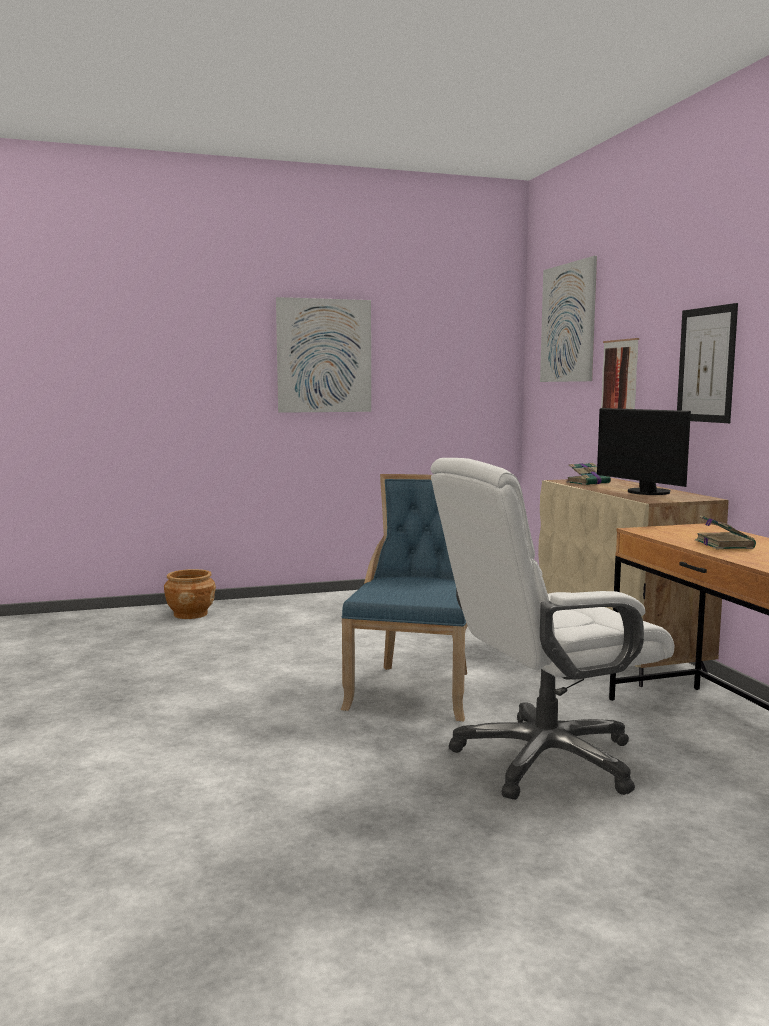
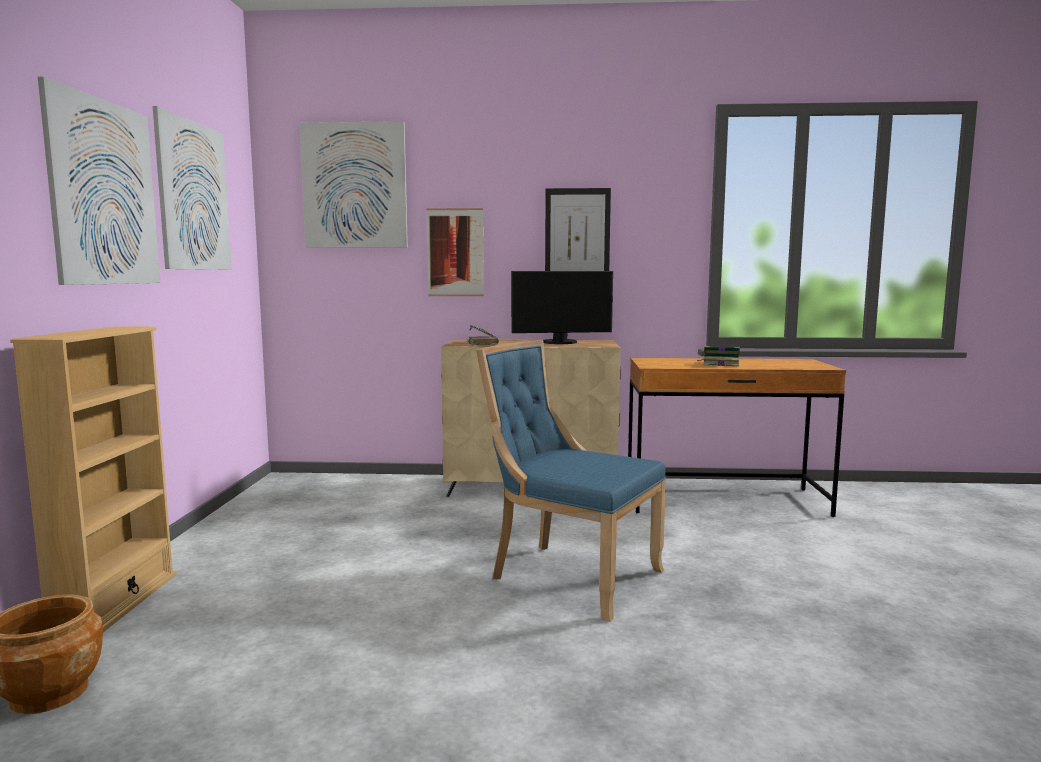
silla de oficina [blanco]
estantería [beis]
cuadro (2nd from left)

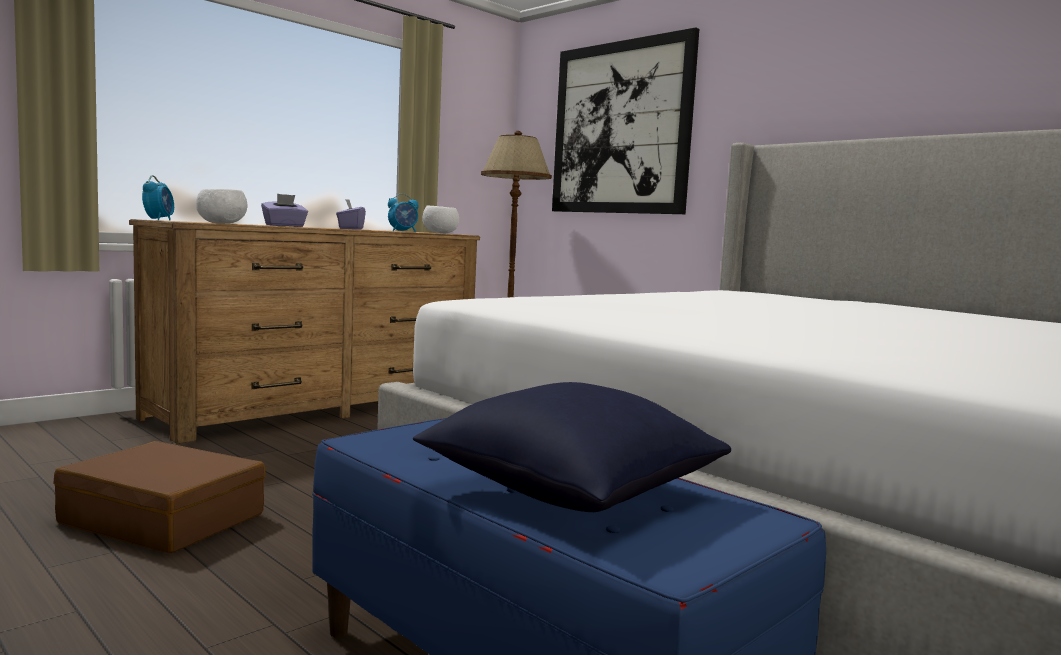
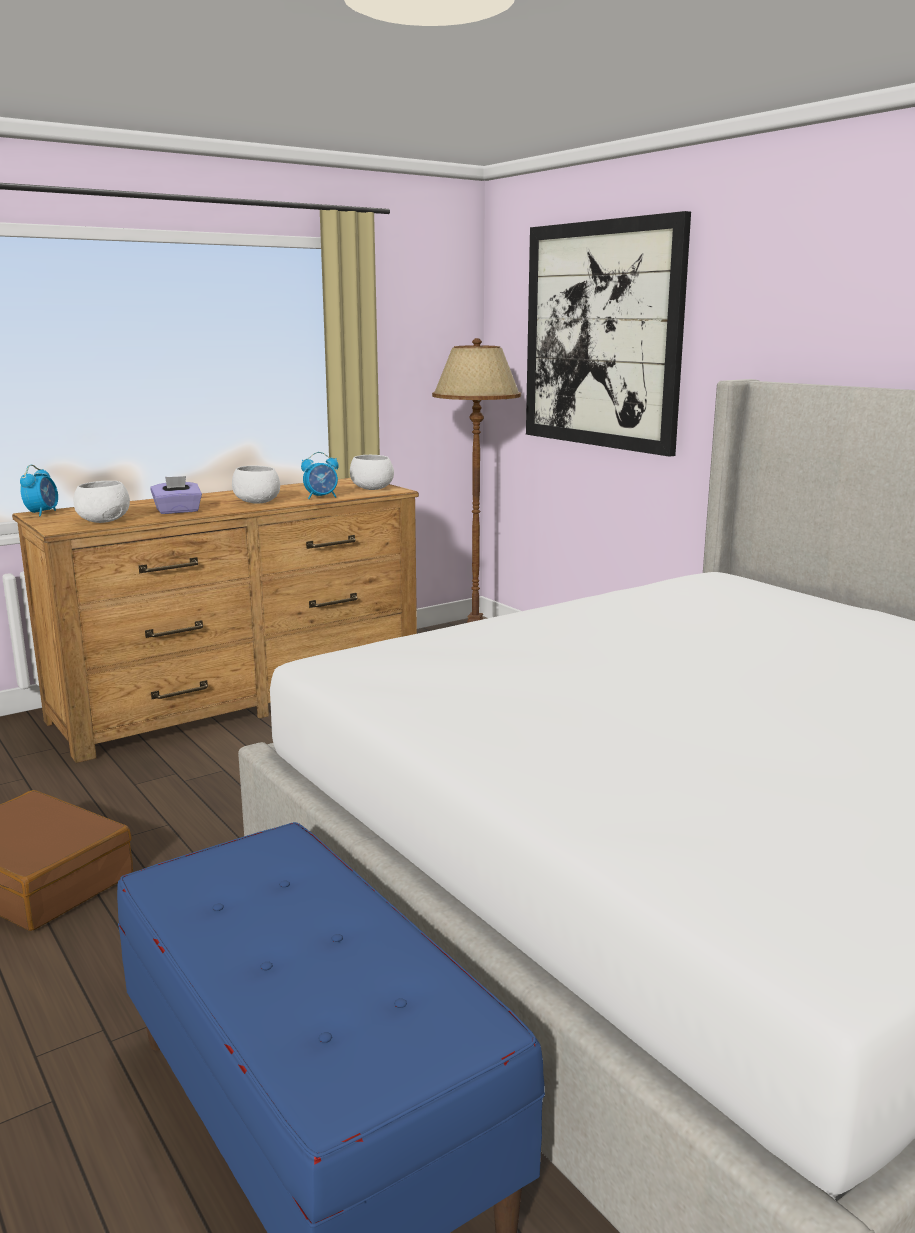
cojín [azul]
cuenco [blanco] (2nd from left)

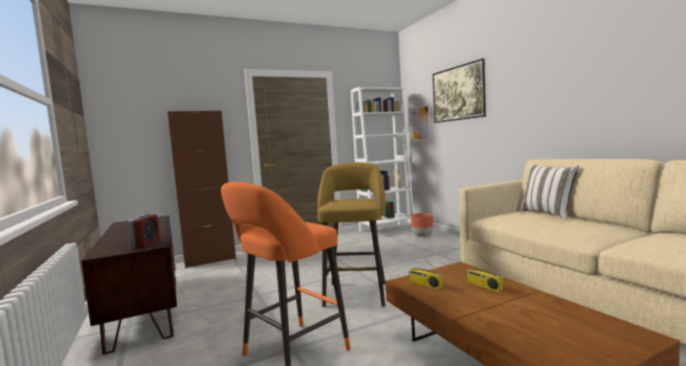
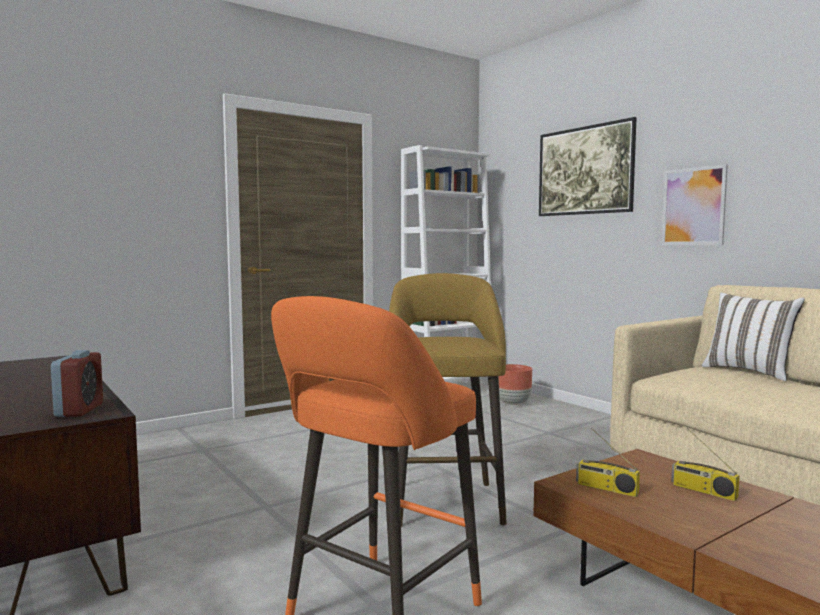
armario [marrón]
cuadro (2nd from left)

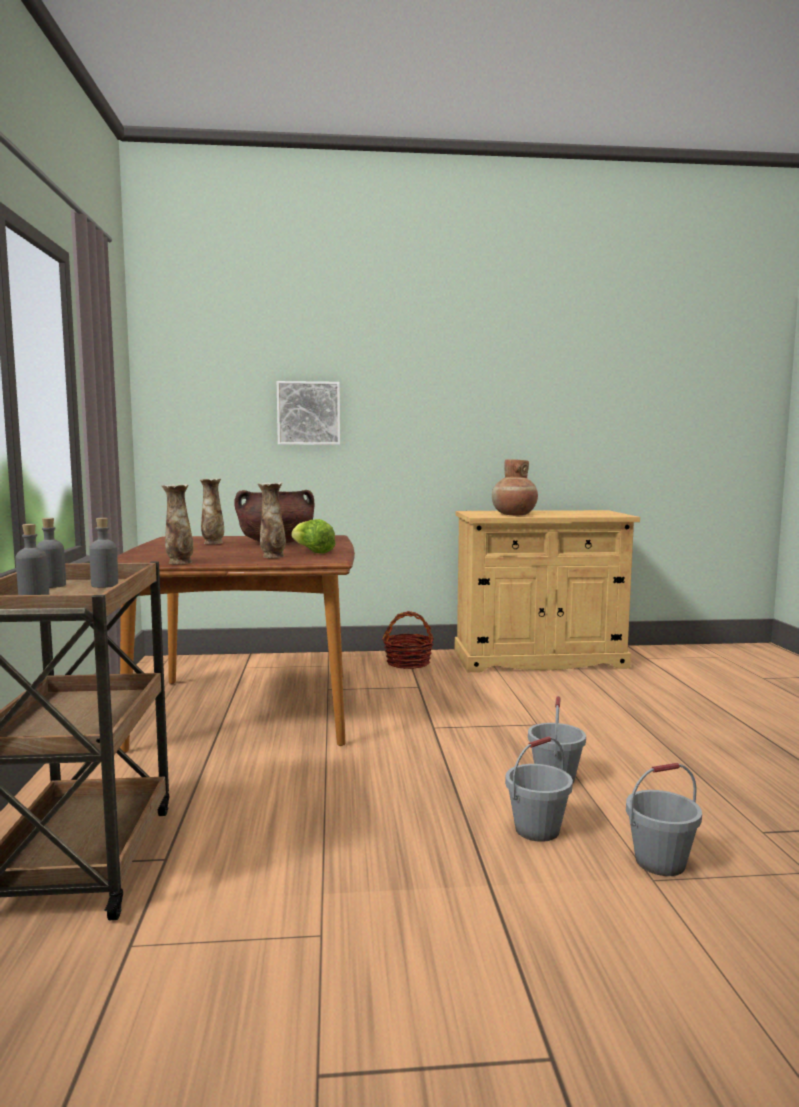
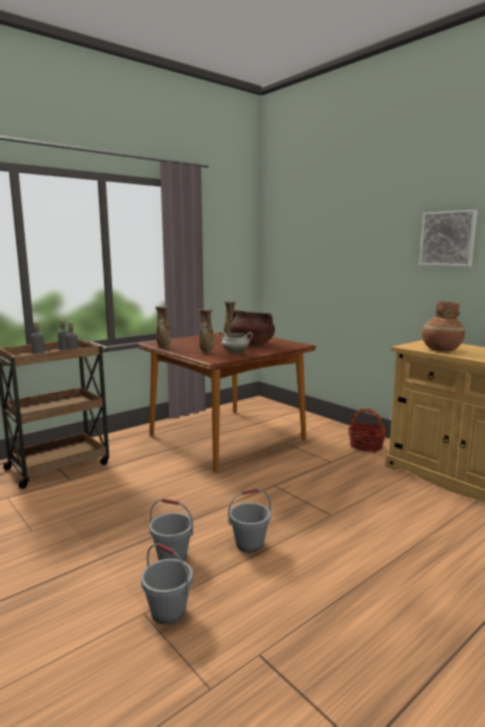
cuadro
olla [blanco]

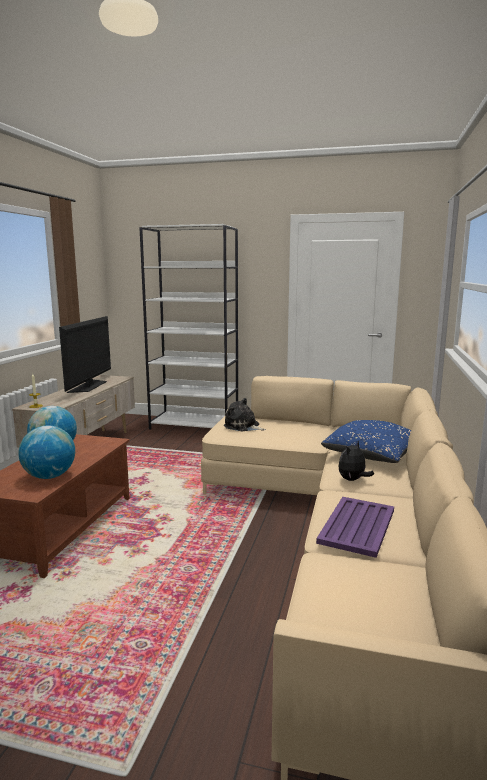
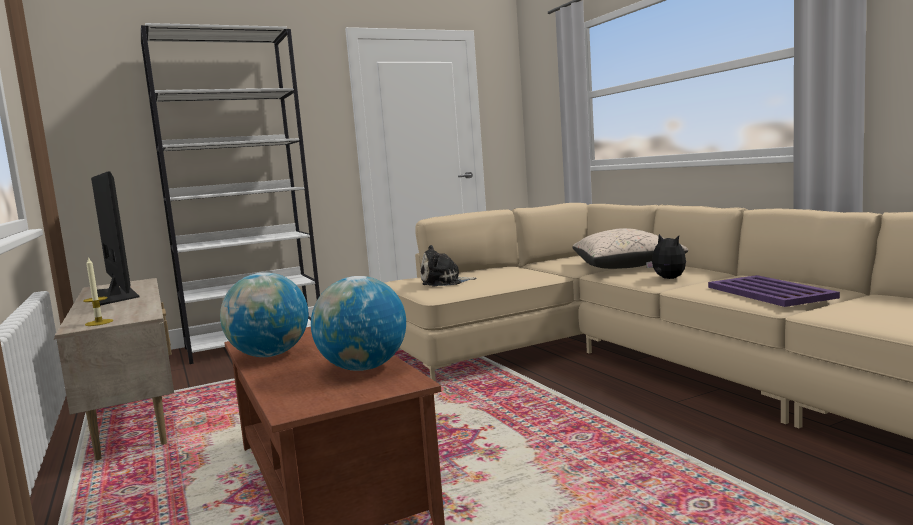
cojín [beis]
peluche (2nd from left)

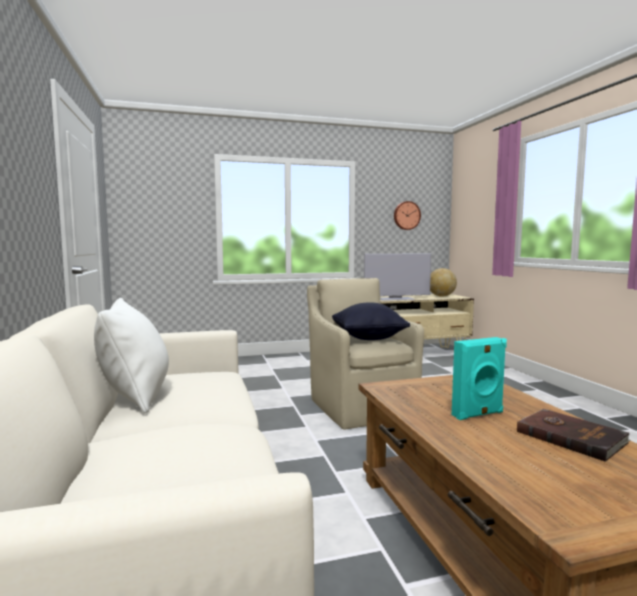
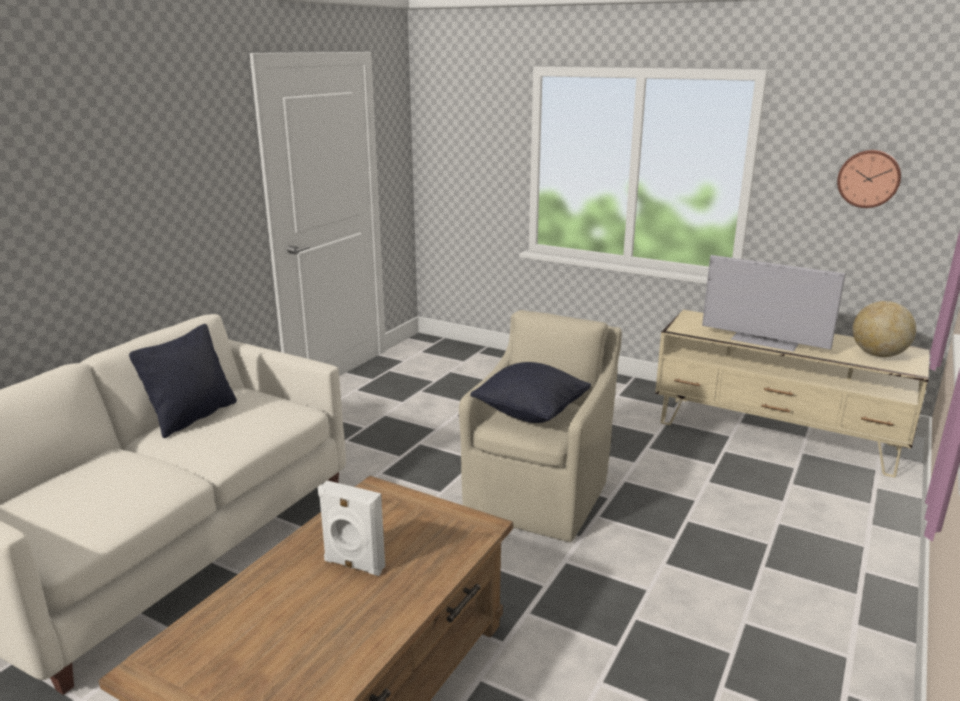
libro [marrón]
cojín [negro] (1st from left)
altavoz [blanco]

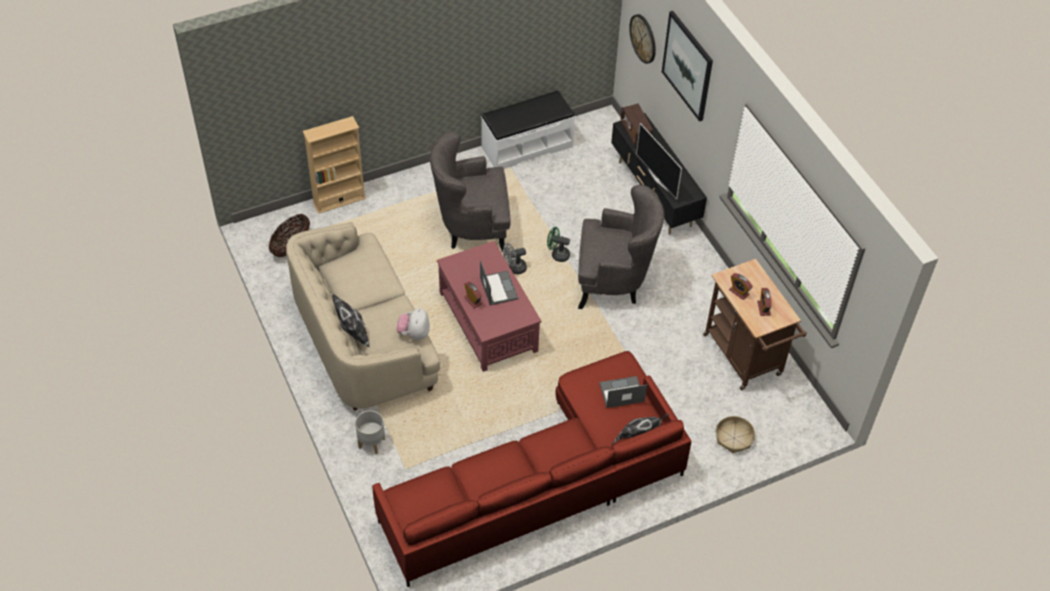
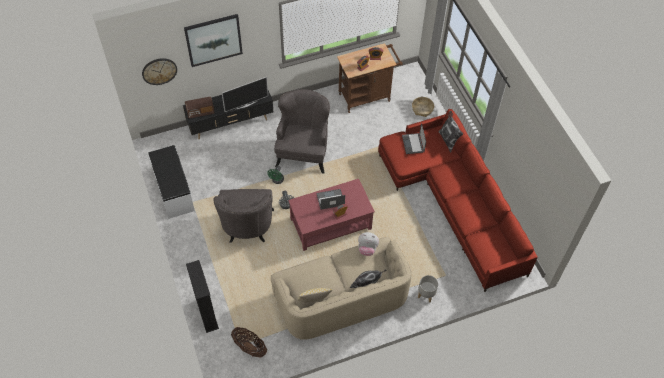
cojín (1st from left)
estantería [negro]

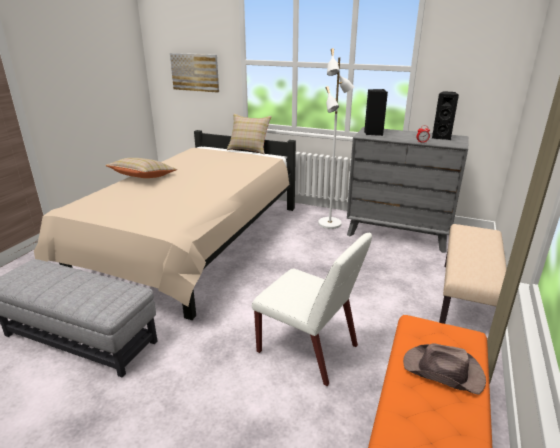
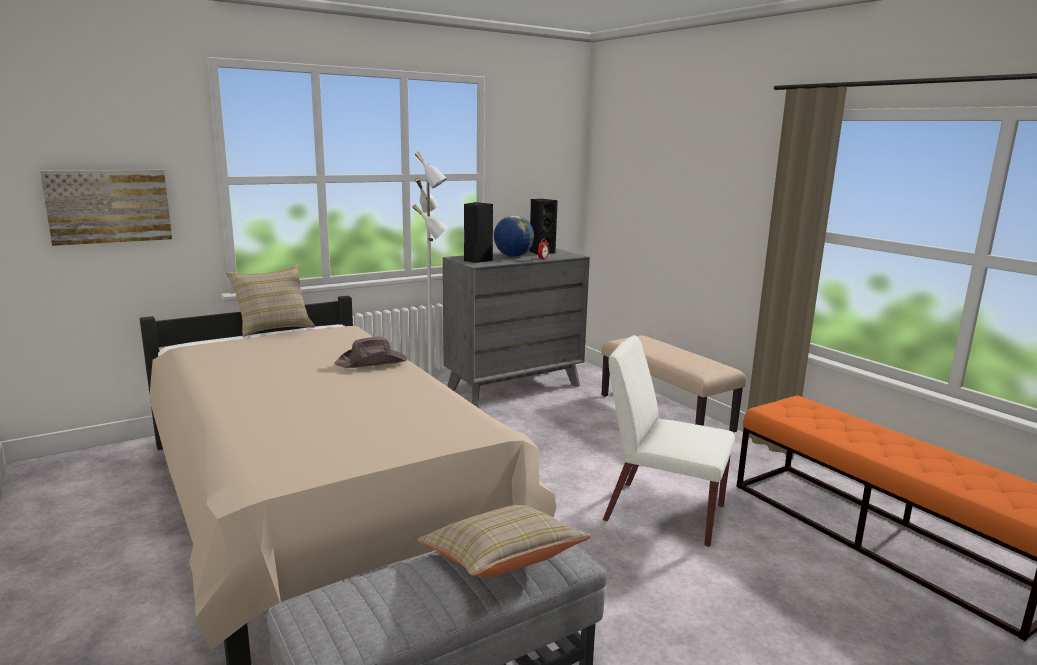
globo terráqueo
cojín [beis] (2nd from left)
sombrero [marrón]
silla [blanco]

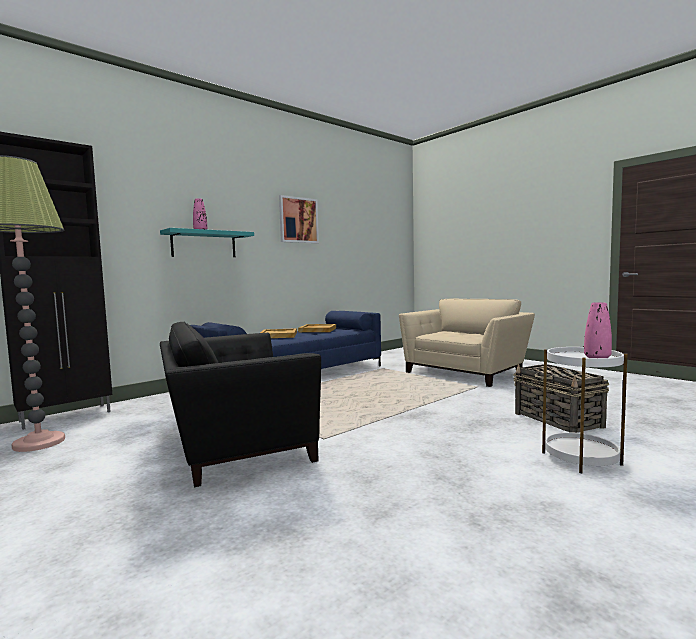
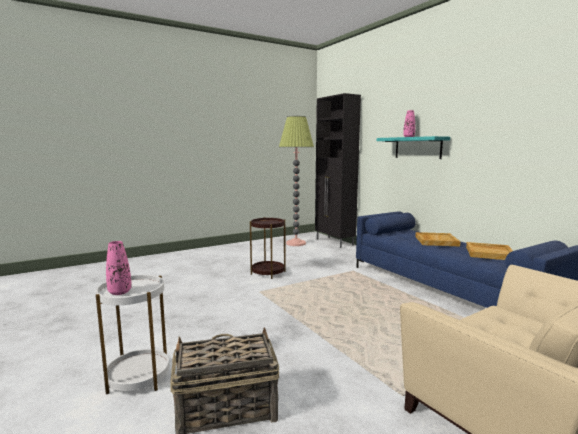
cuadro
mesa auxiliar [marrón]

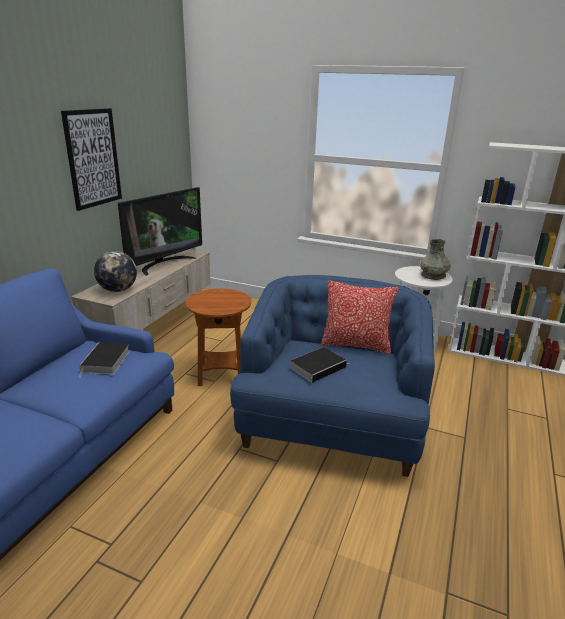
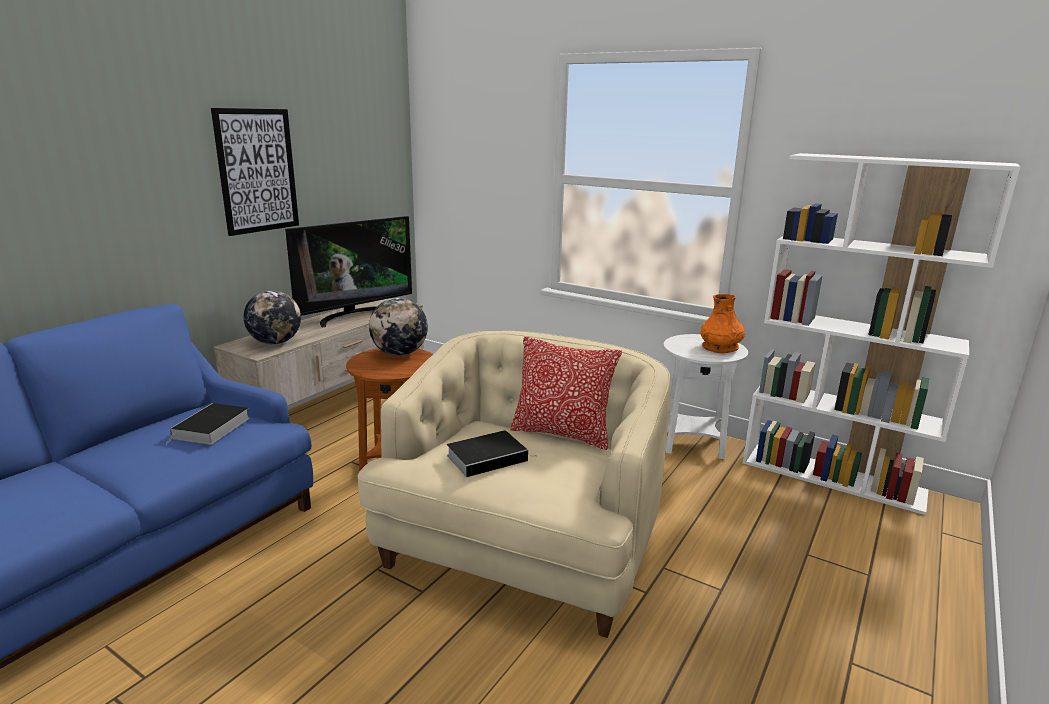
globo terráqueo (2nd from left)
sillón [beis]
florero [naranja]

